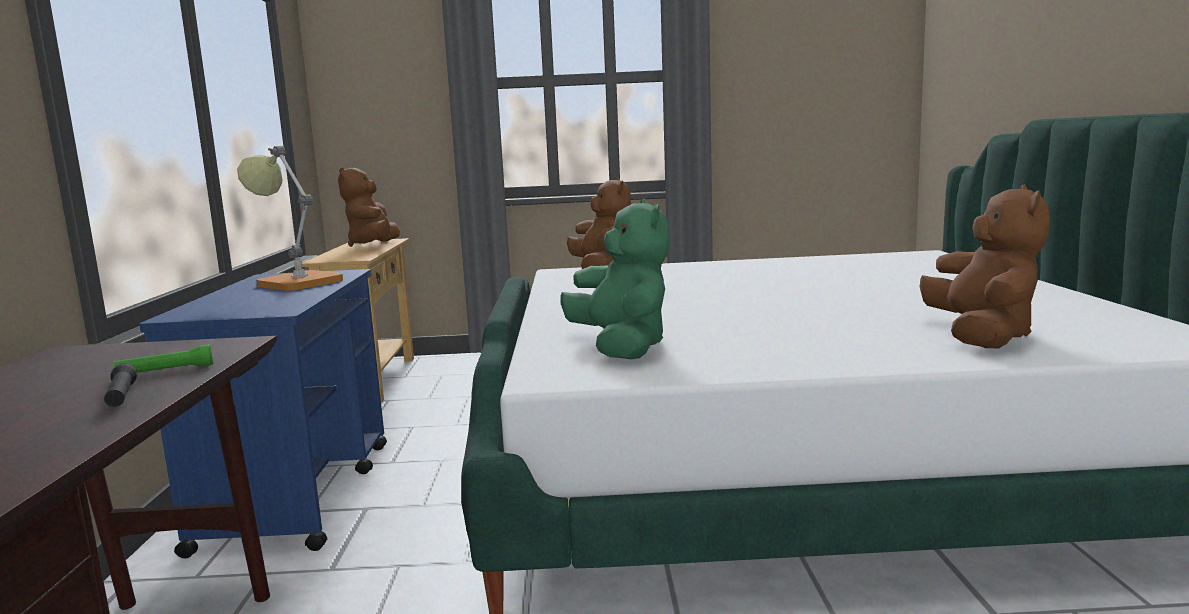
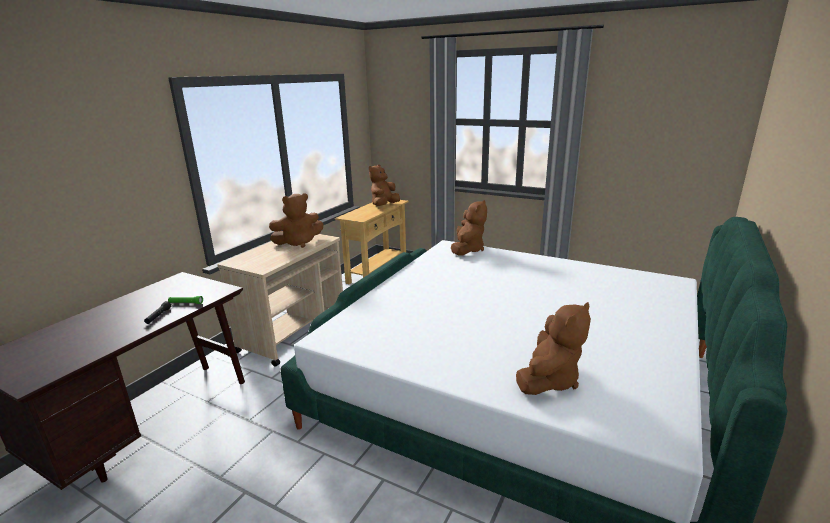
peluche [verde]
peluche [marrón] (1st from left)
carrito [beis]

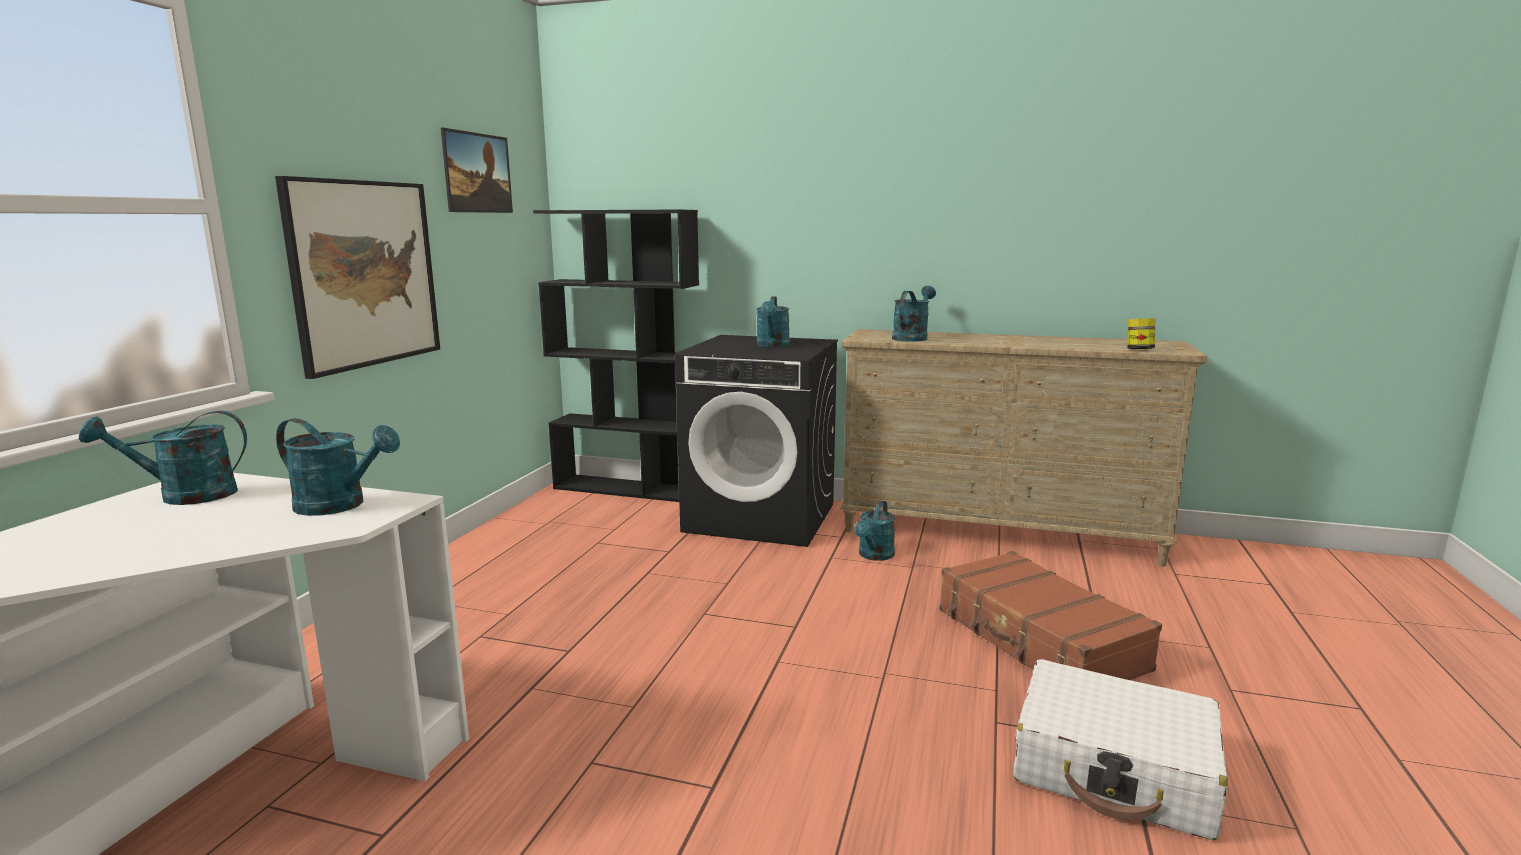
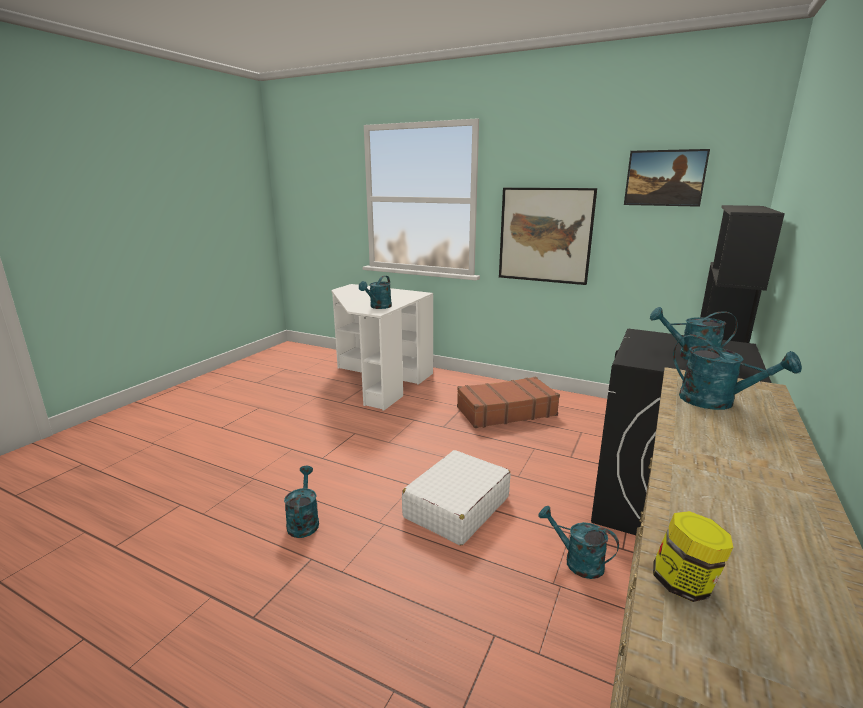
regadera [turquesa] (1st from left)
maleta [marrón]
maleta [blanco]

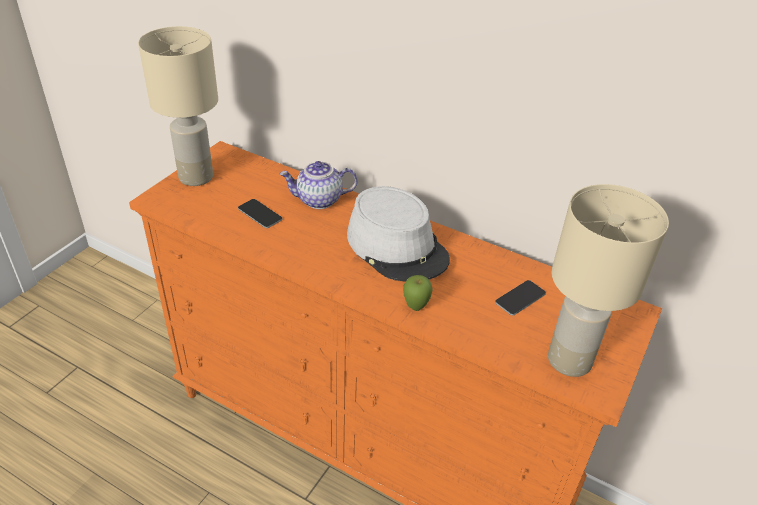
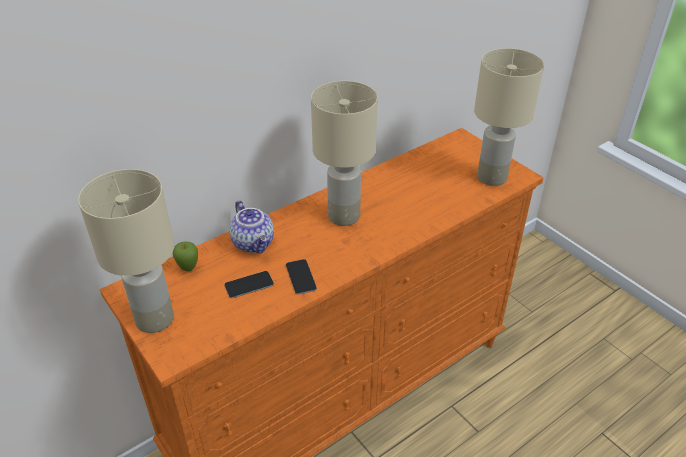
manzana
móvil (2nd from left)
lámpara de mesa [beis] (2nd from left)
tetera

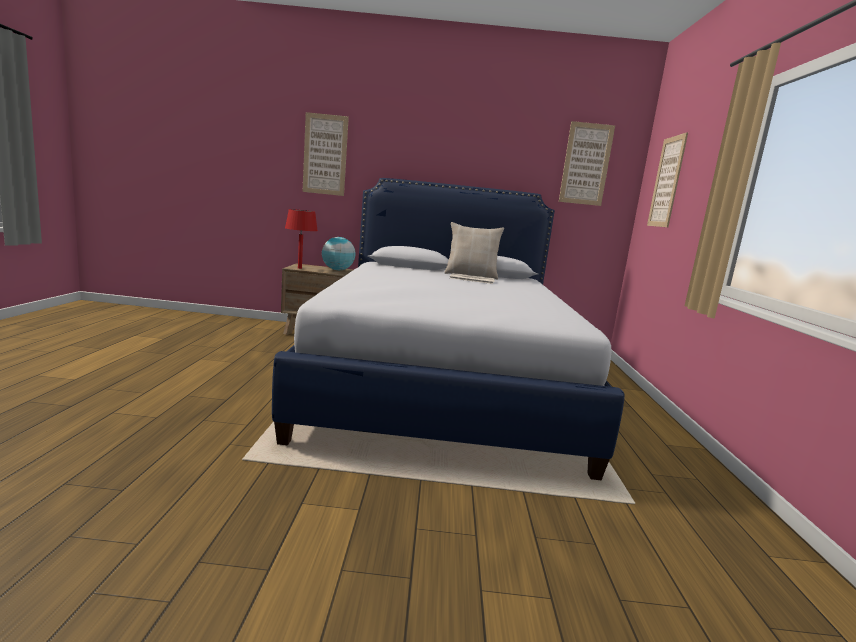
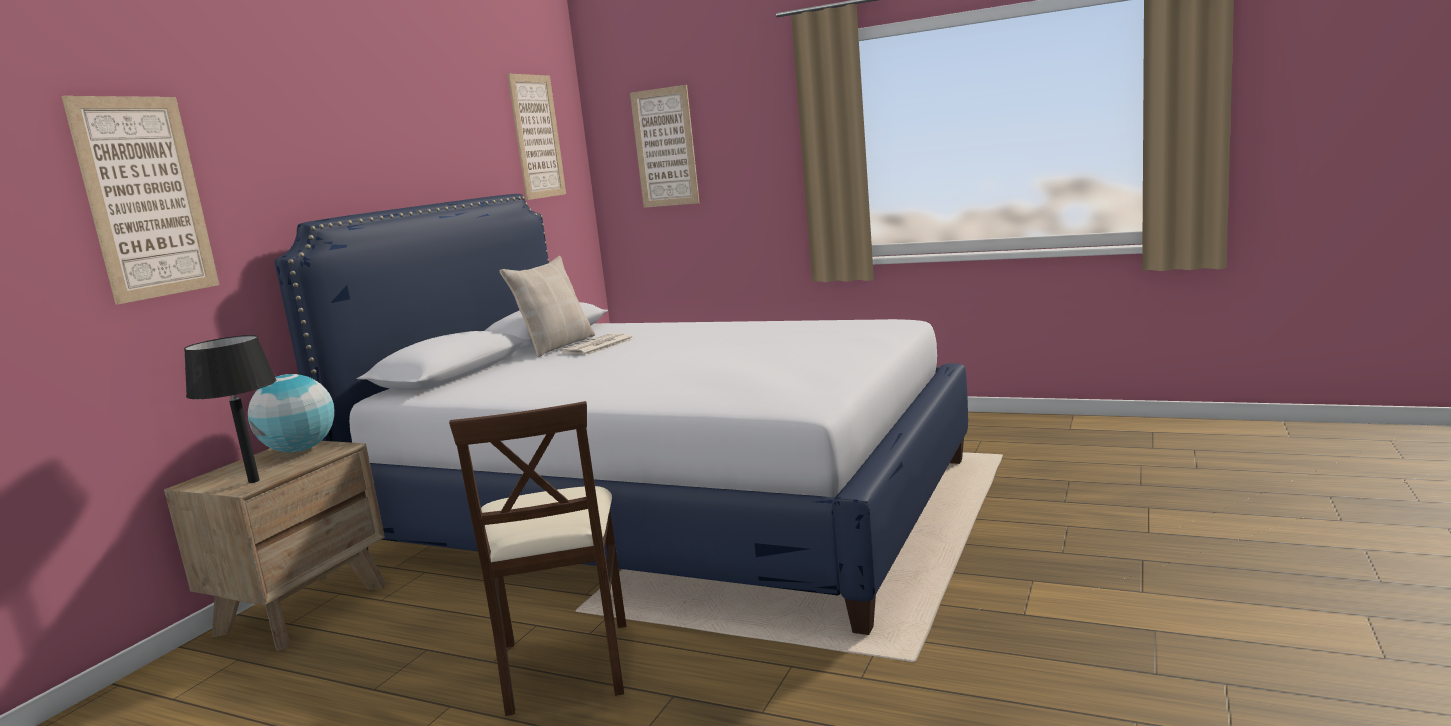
silla [beis]
lámpara de mesa [negro]

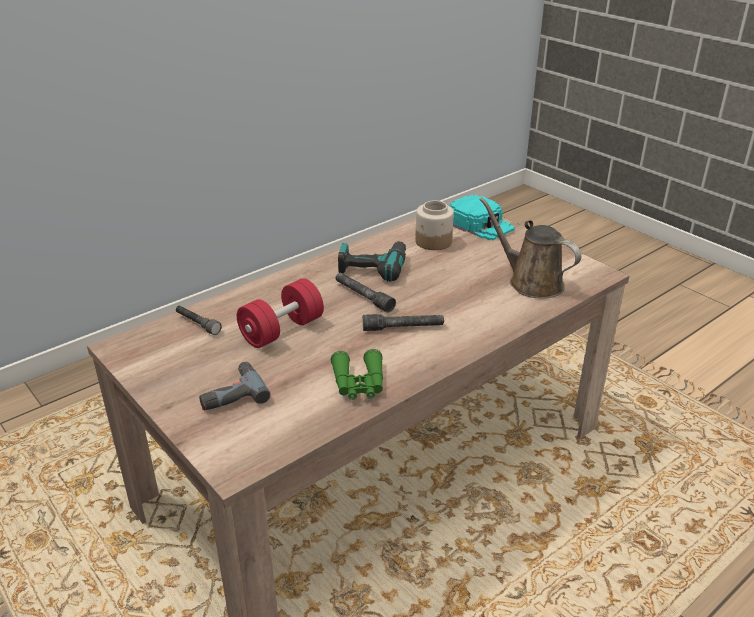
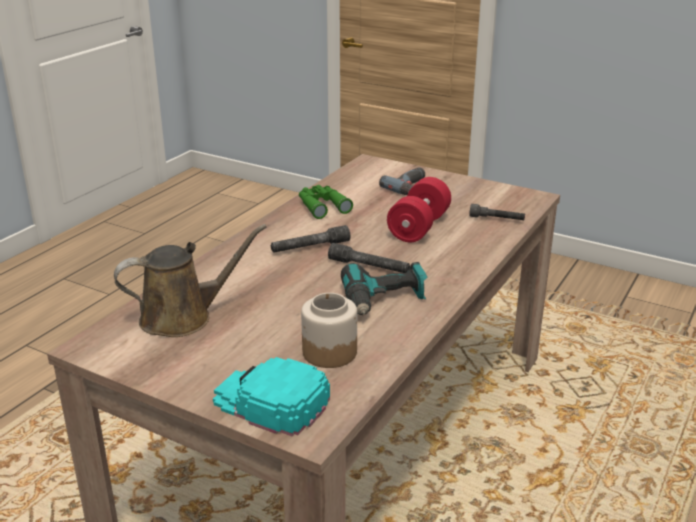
regadera [marrón]

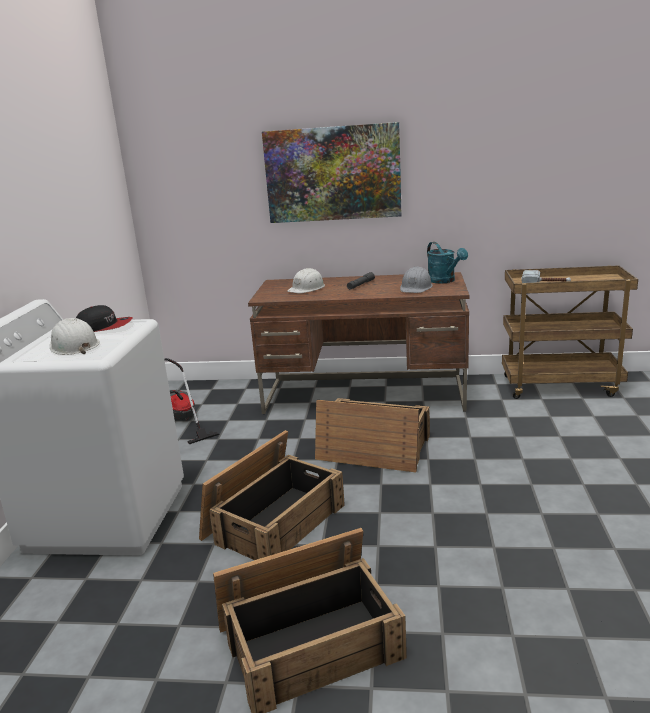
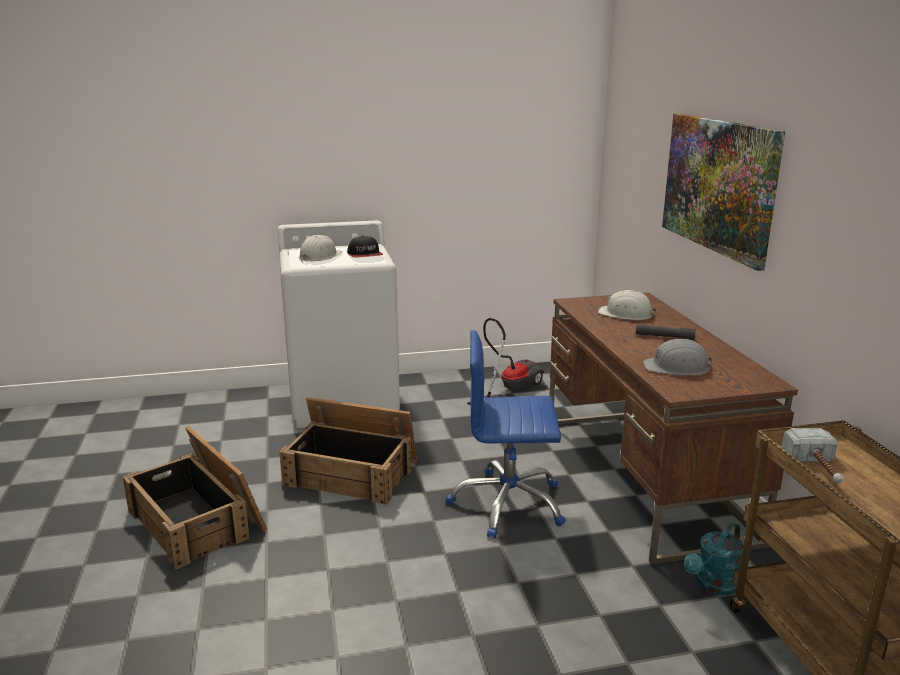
regadera [turquesa]
silla de oficina [azul]

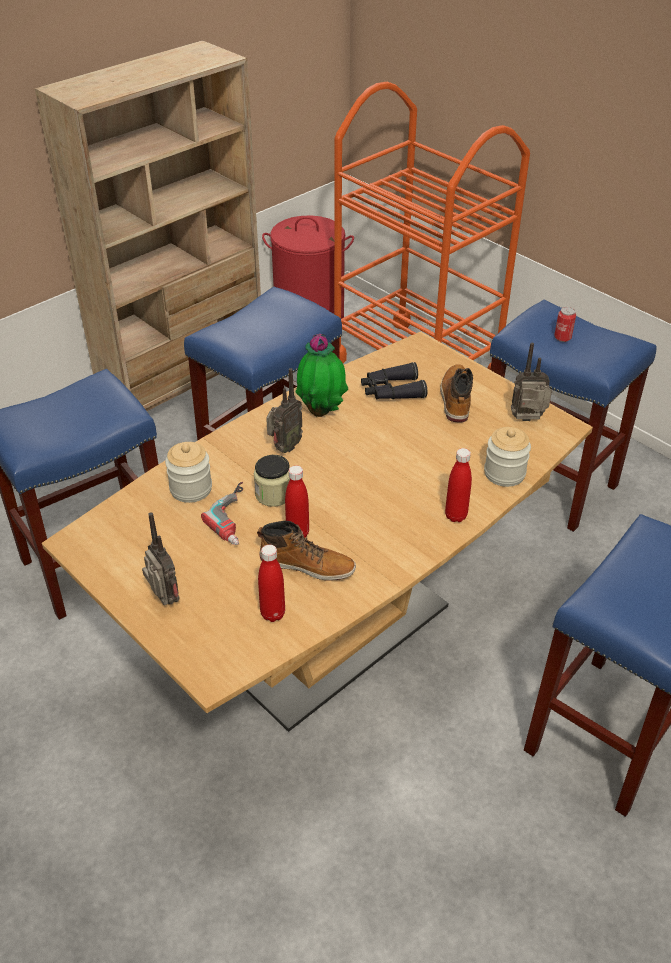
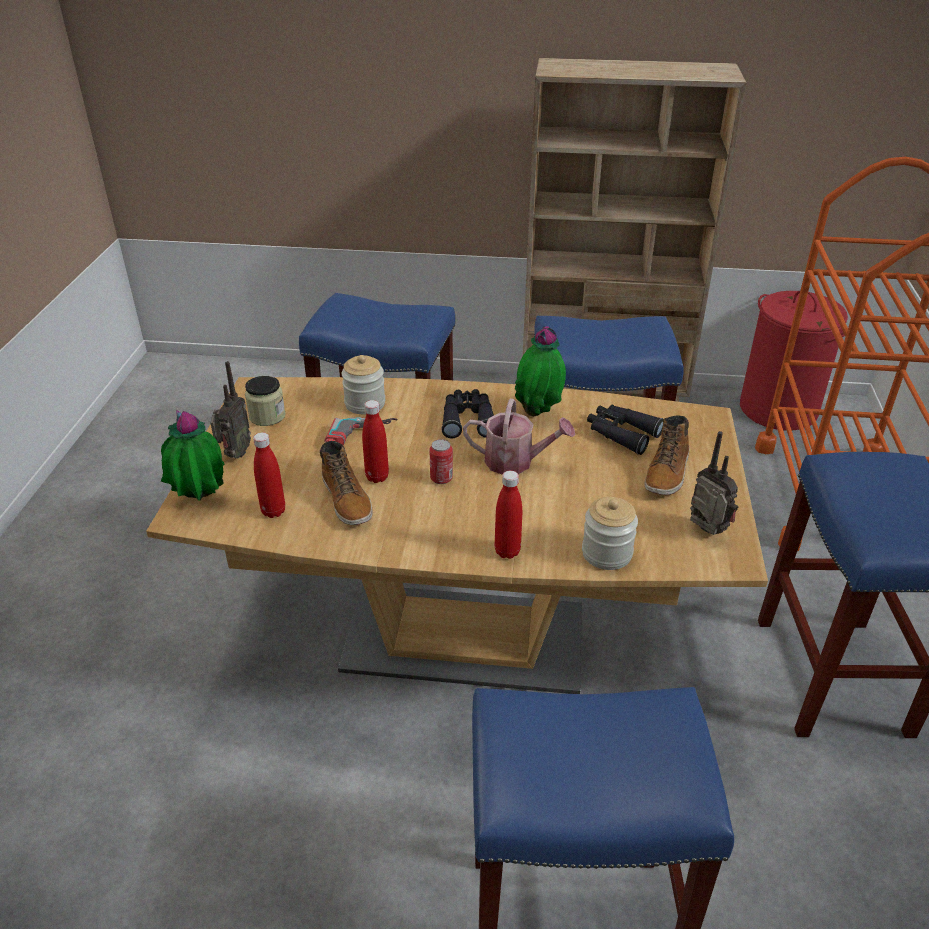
planta en maceta (1st from left)
regadera
tarro (1st from left)
lata
prismáticos [negro] (1st from left)
bota (2nd from left)

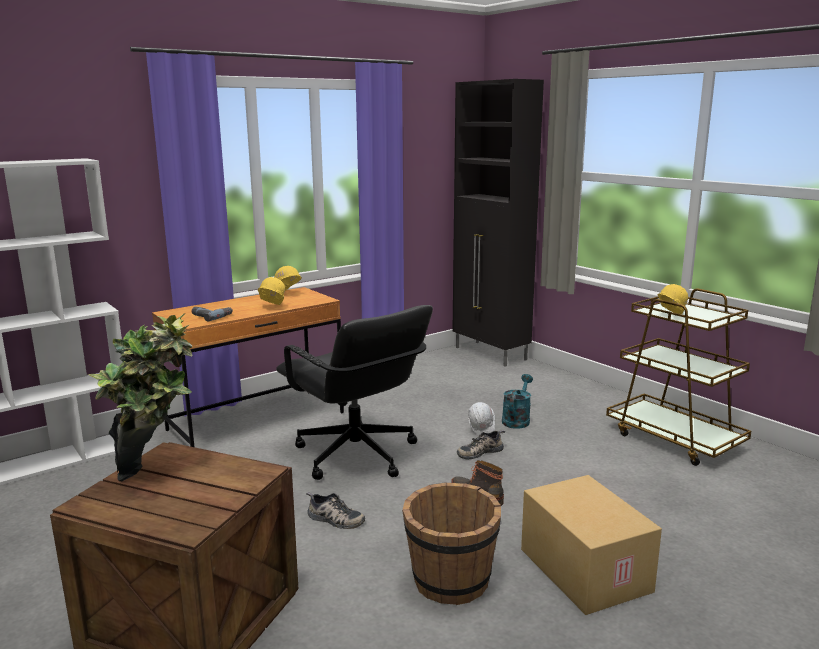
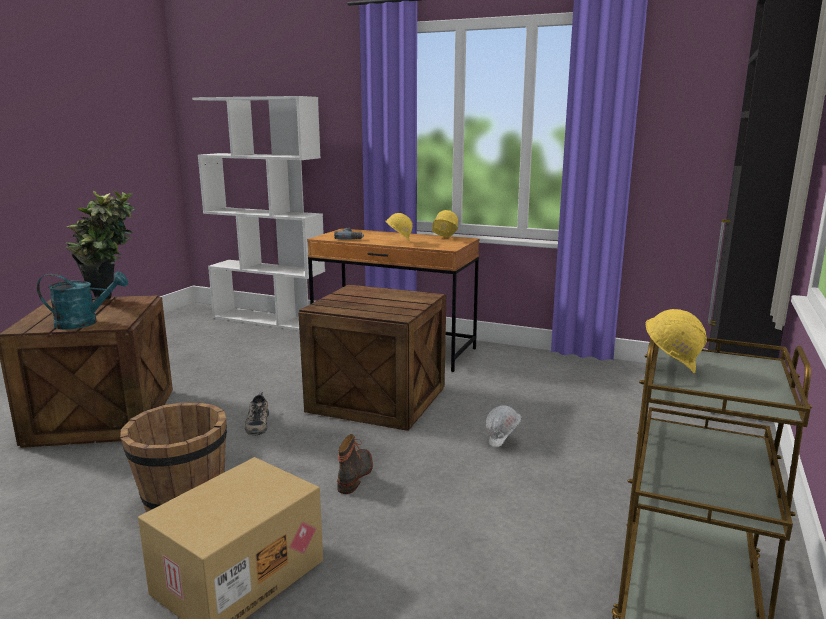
zapato (2nd from left in the first image)
regadera [turquesa]
caja de embalaje (2nd from left)

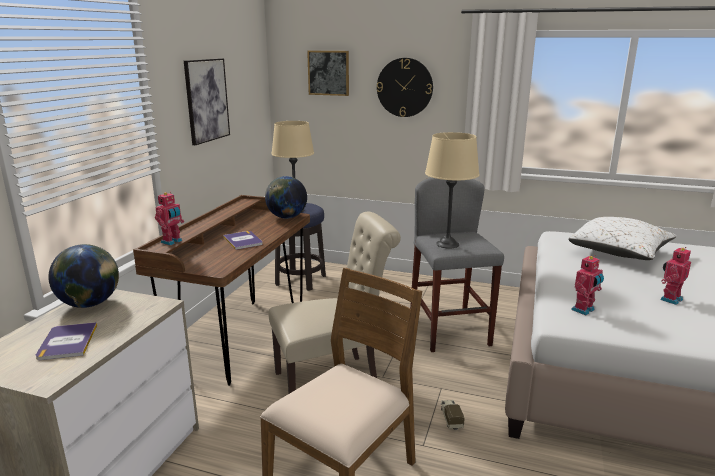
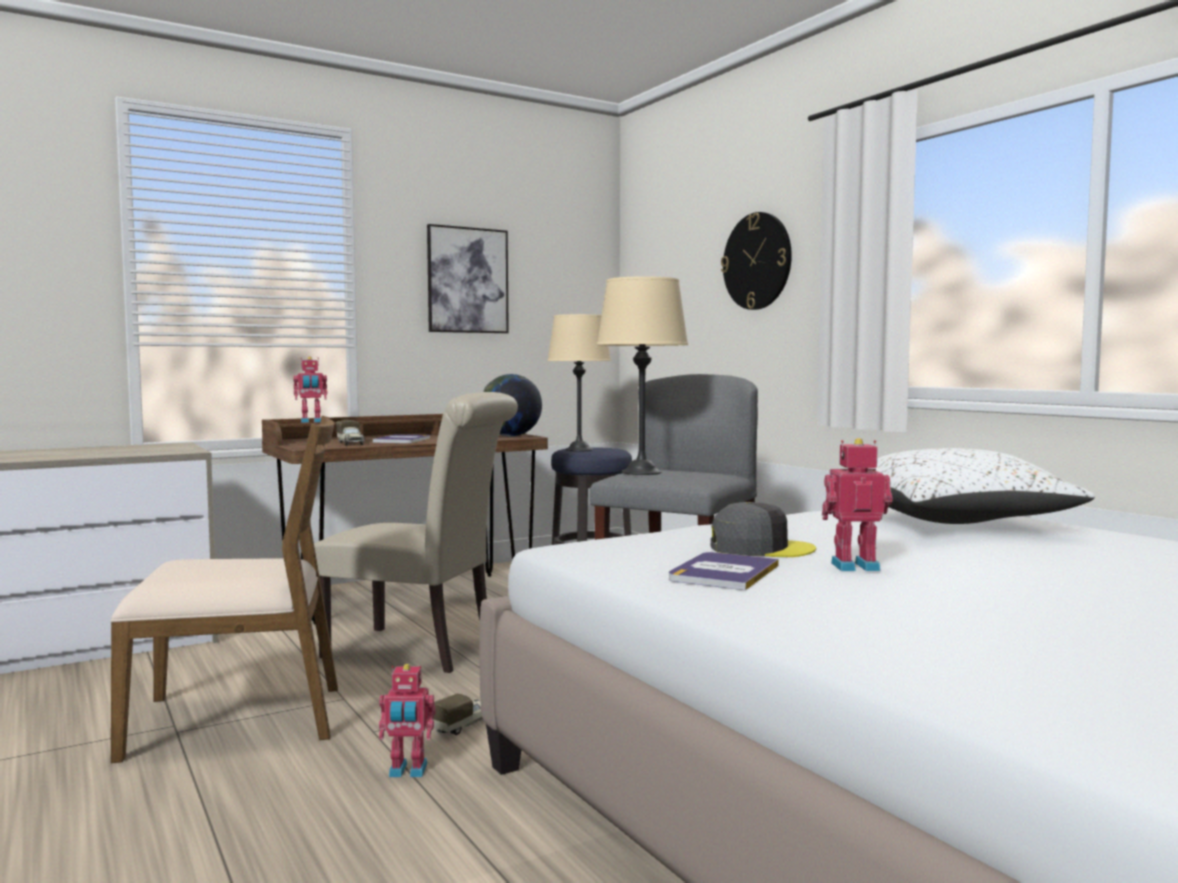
globo terráqueo (1st from left in the first image)
cuadro (2nd from left in the first image)
camión de juguete (1st from left)
gorra [gris]
libro (2nd from left)
robot de juguete (2nd from left)

